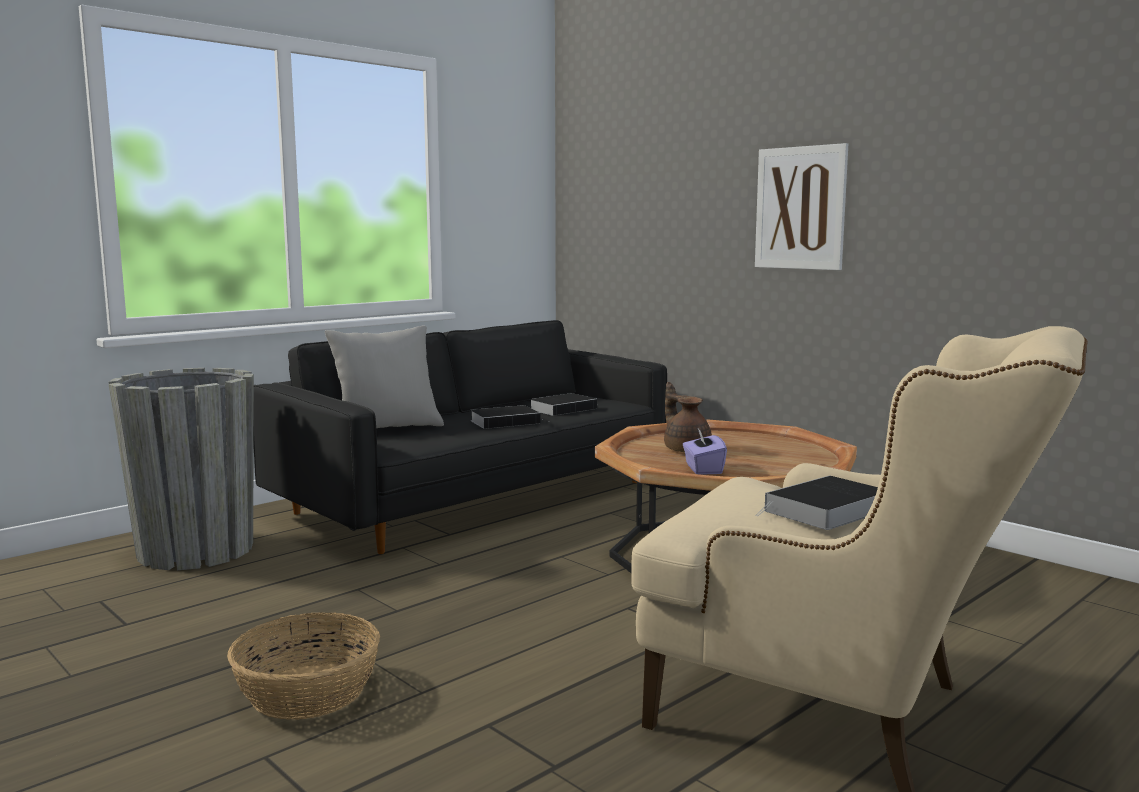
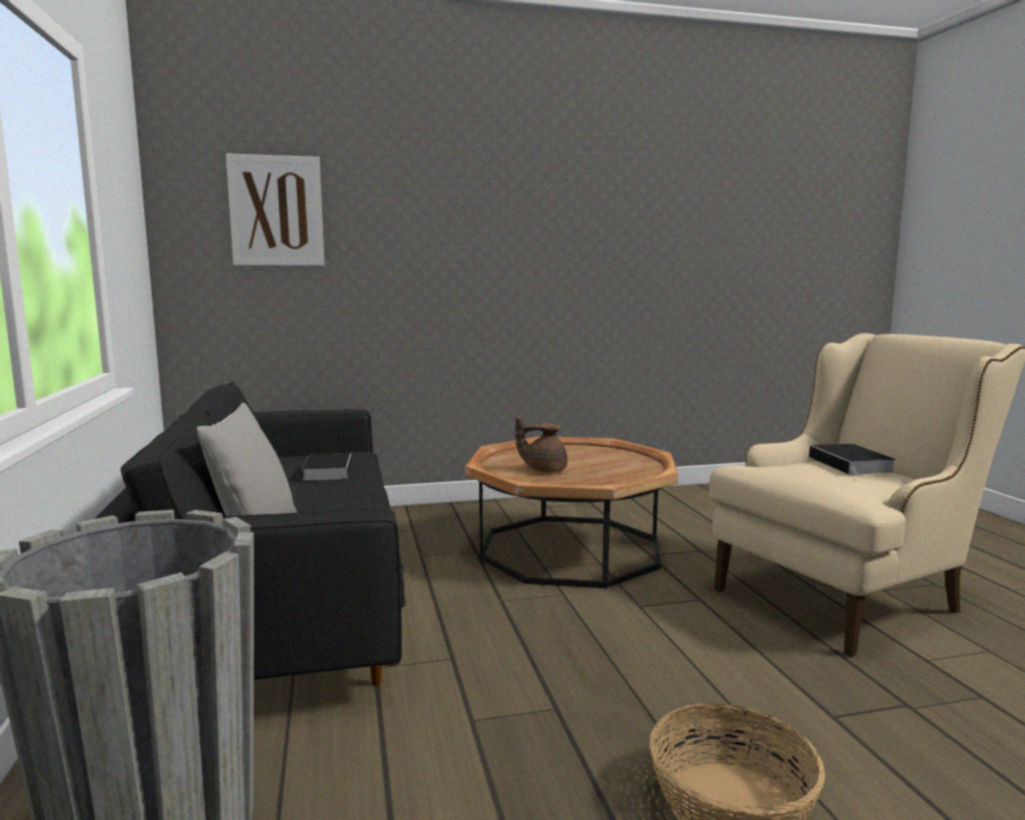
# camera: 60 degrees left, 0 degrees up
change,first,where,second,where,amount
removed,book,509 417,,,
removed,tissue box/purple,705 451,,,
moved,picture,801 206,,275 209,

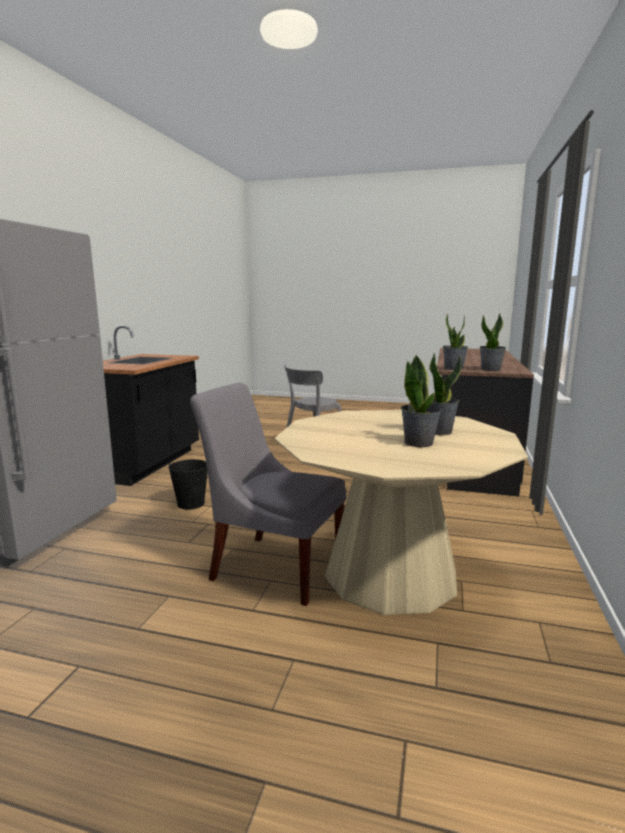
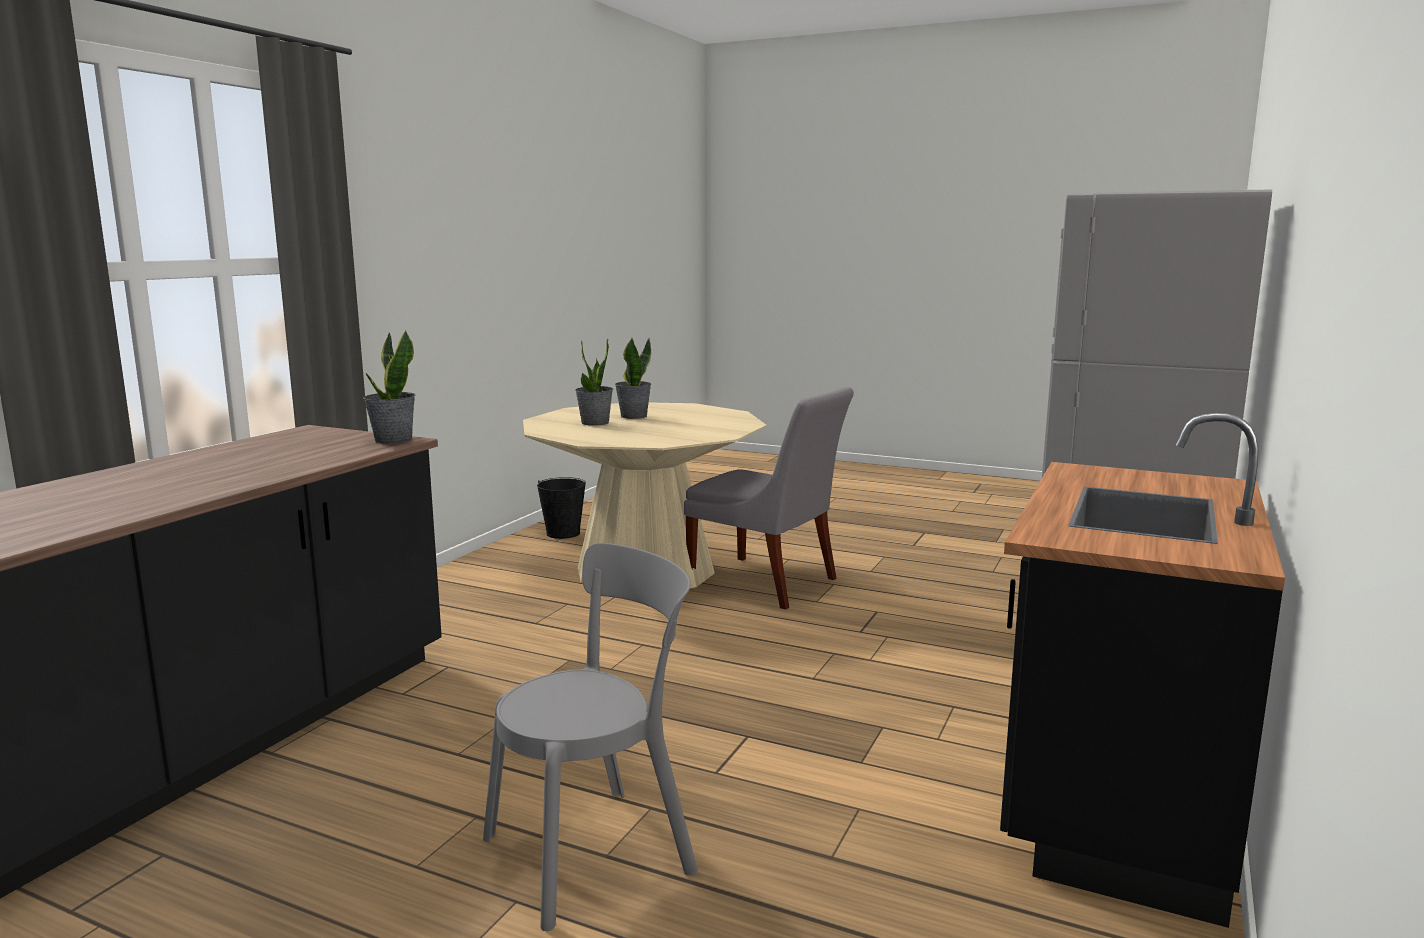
# camera: 170 degrees left, 0 degrees up
change,first,where,second,where,amount
moved,bucket/black,188 484,,561 508,
removed,potted plant,493 342,,,

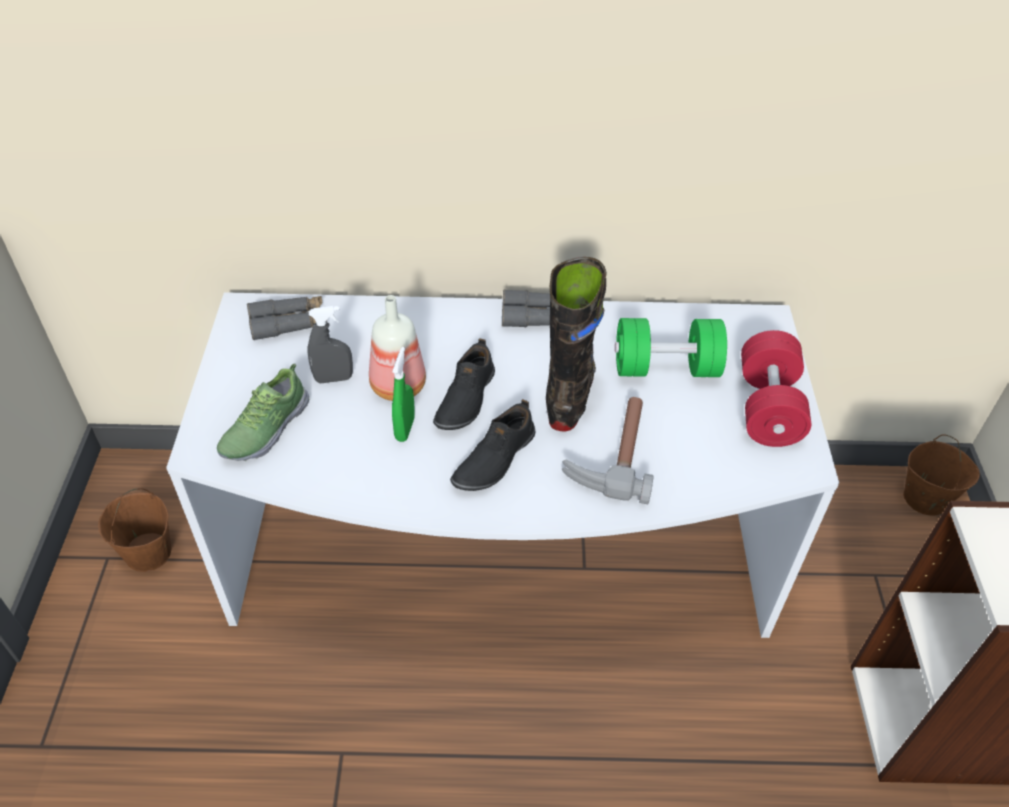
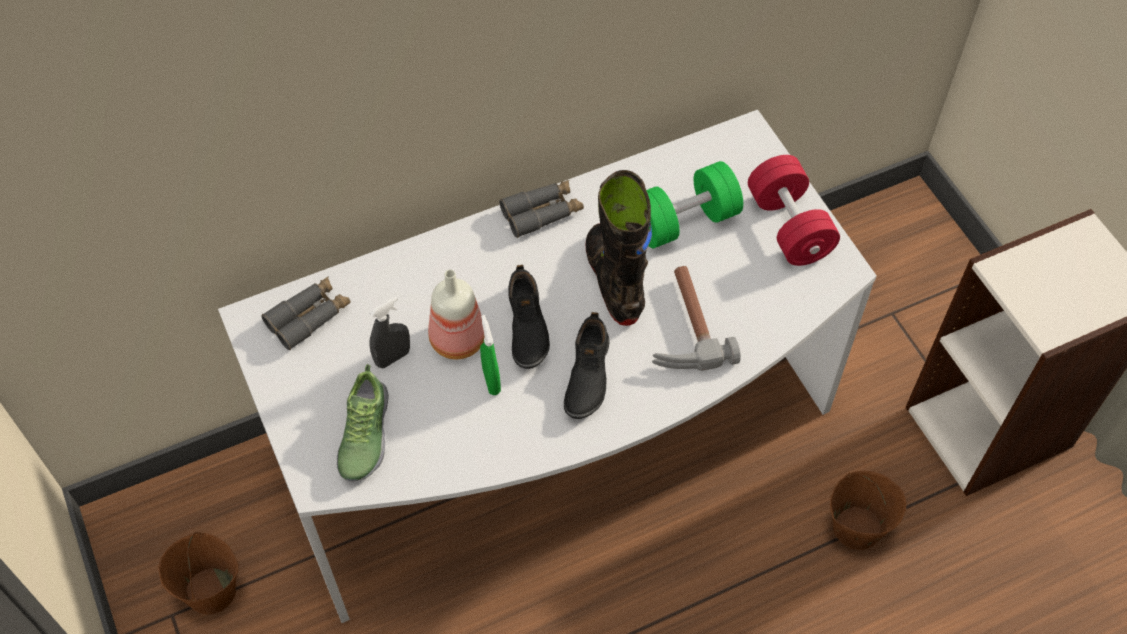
# camera: 25 degrees left, 10 degrees up
change,first,where,second,where,amount
moved,bucket/brown,941 475,,868 510,

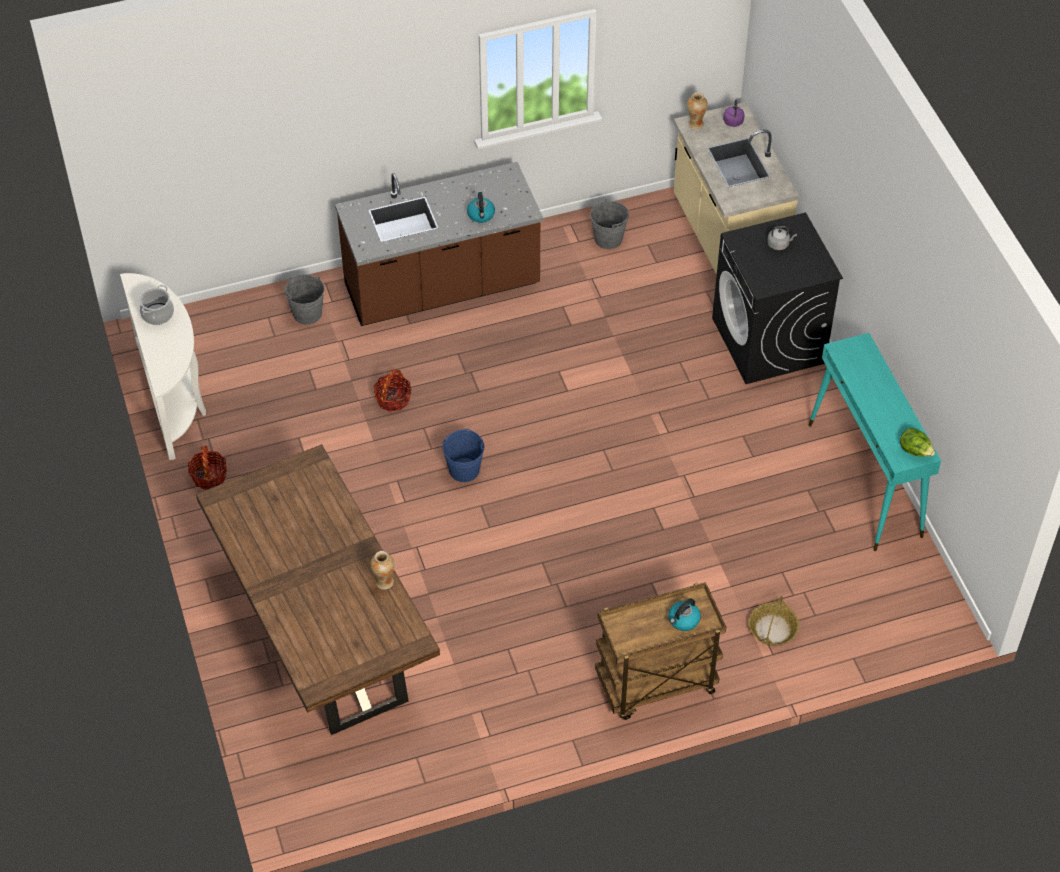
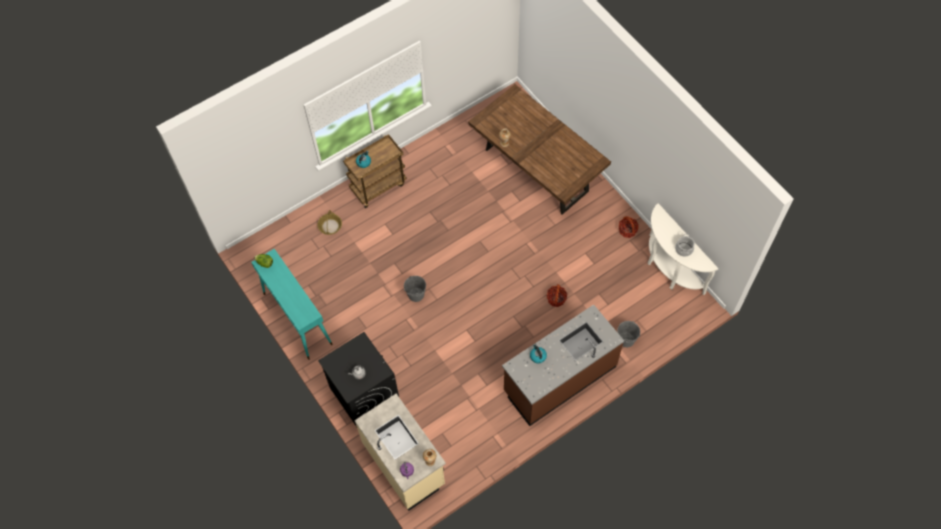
# camera: 165 degrees right, 10 degrees up
change,first,where,second,where,amount
removed,bucket/blue,463 455,,,
moved,bucket/grey,609 224,,415 289,

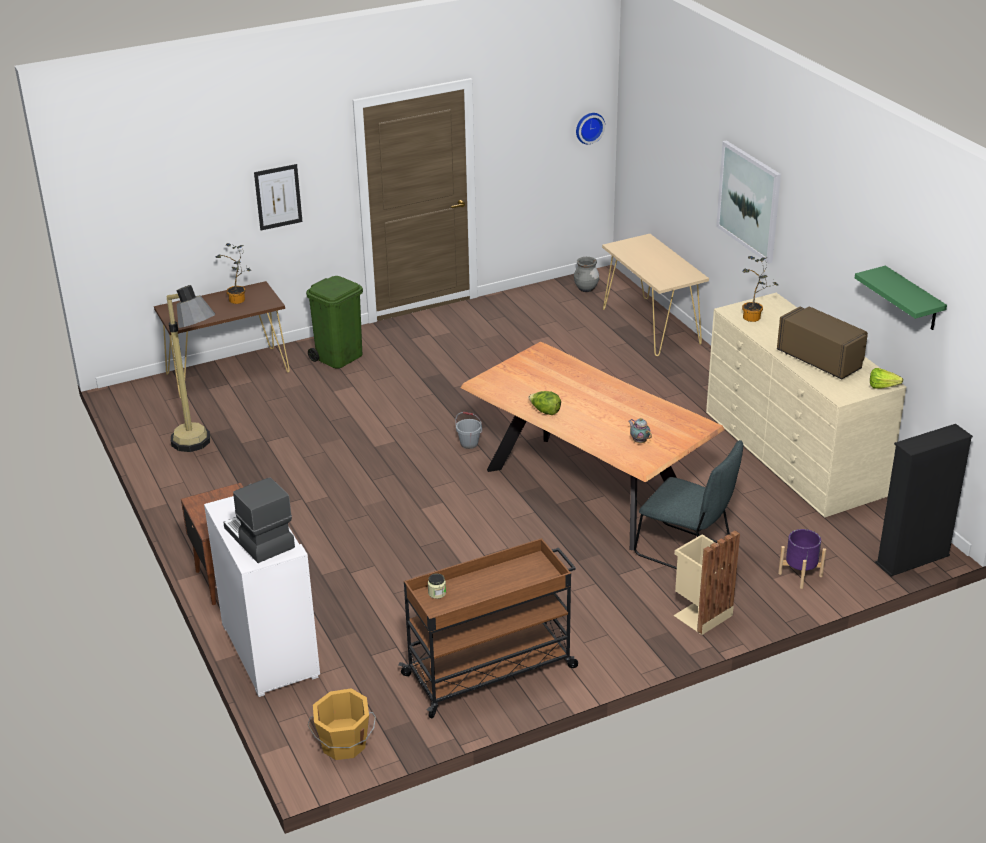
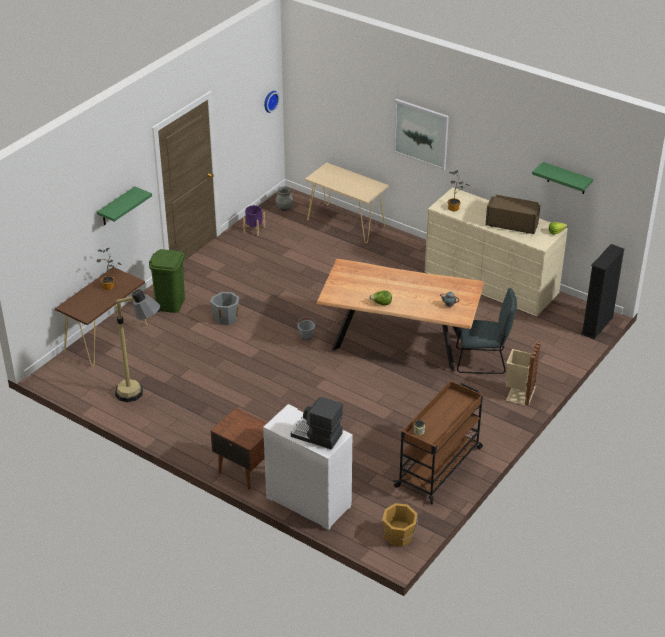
# camera: 30 degrees left, 5 degrees up
change,first,where,second,where,amount
replaced,picture,278 197,shelf/green,124 206,
moved,planter/purple,802 559,,254 220,
added,,,bucket/grey,224 308,

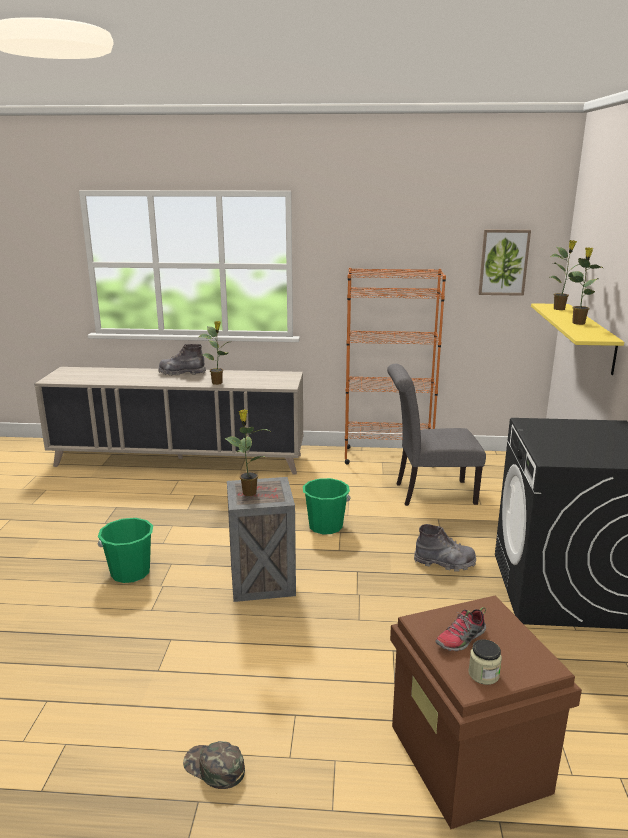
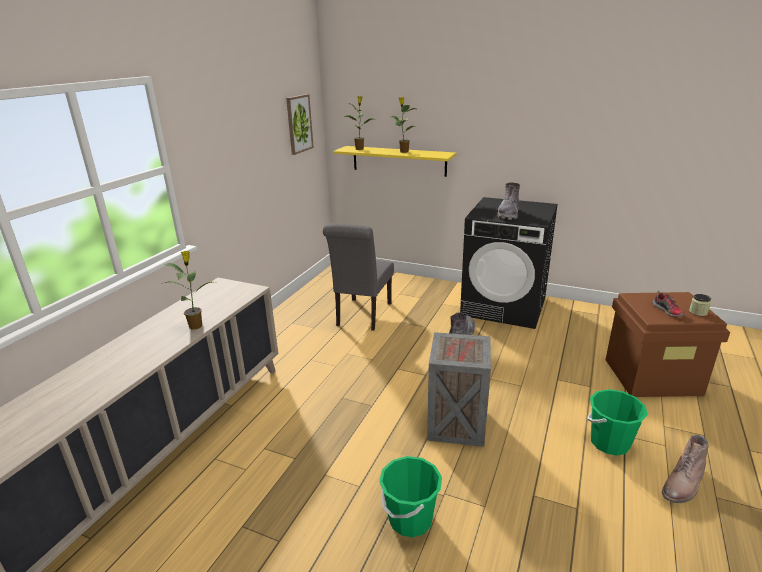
# camera: 70 degrees left, 5 degrees up
change,first,where,second,where,amount
moved,boot/grey,182 360,,508 201,
replaced,cap/green,214 765,boot/brown,685 469,
removed,potted plant,246 452,,,
moved,bucket/green,327 506,,617 422,
removed,bookcase/orange,395 366,,,

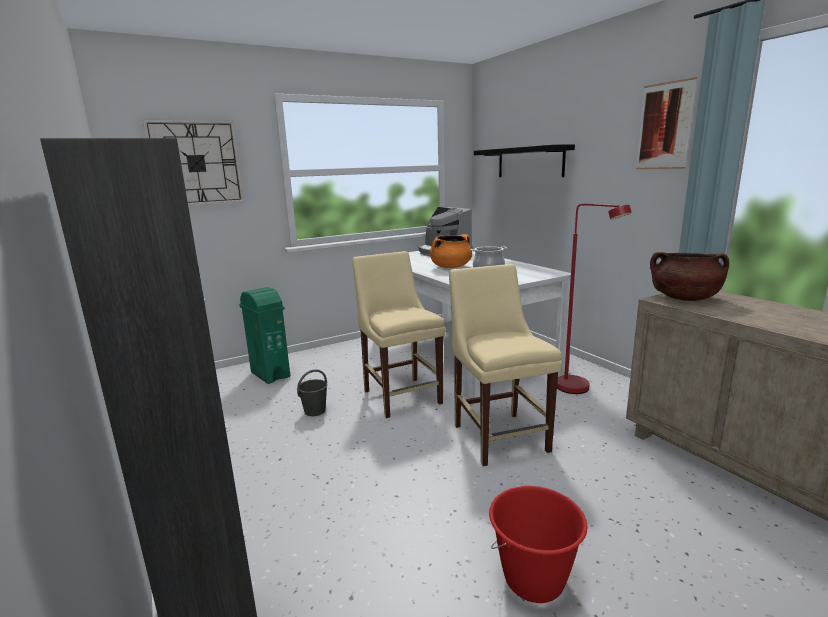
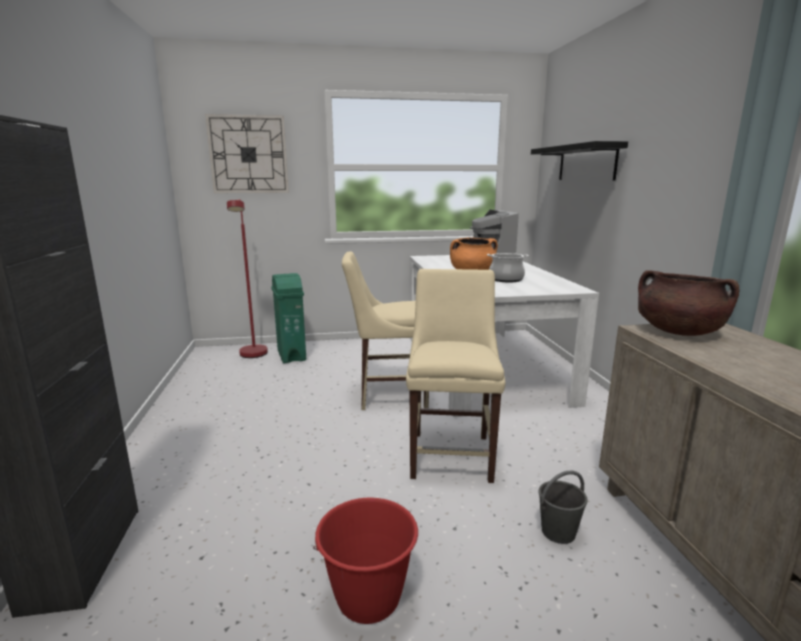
# camera: 20 degrees right, 0 degrees up
change,first,where,second,where,amount
moved,bucket/grey,312 392,,563 507,
turned,chair/beige,399 334,,385 330,90 degrees counterclockwise
moved,floor lamp/red,594 299,,247 278,
removed,picture,666 123,,,

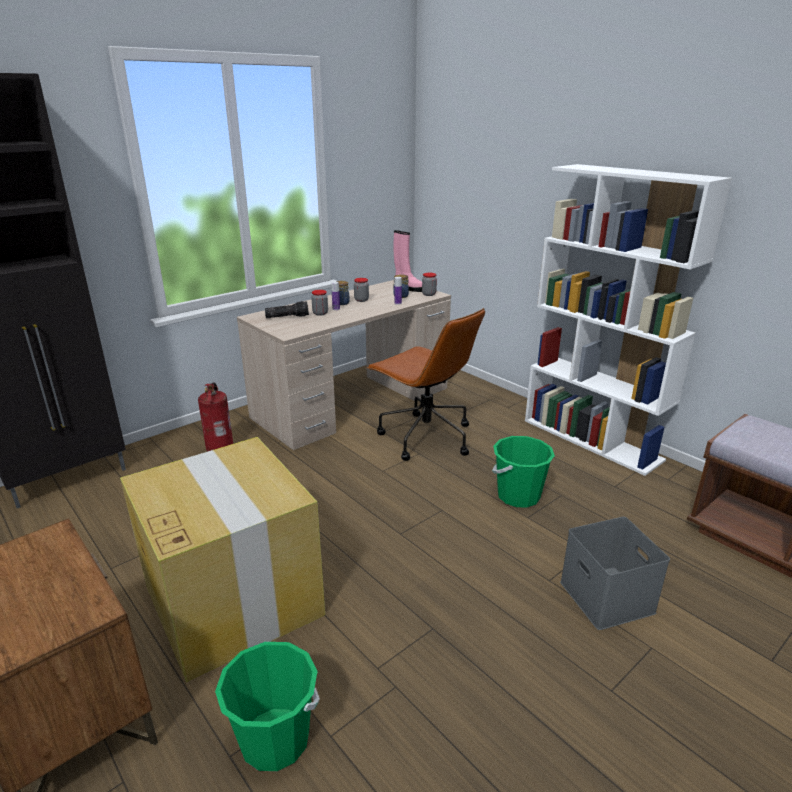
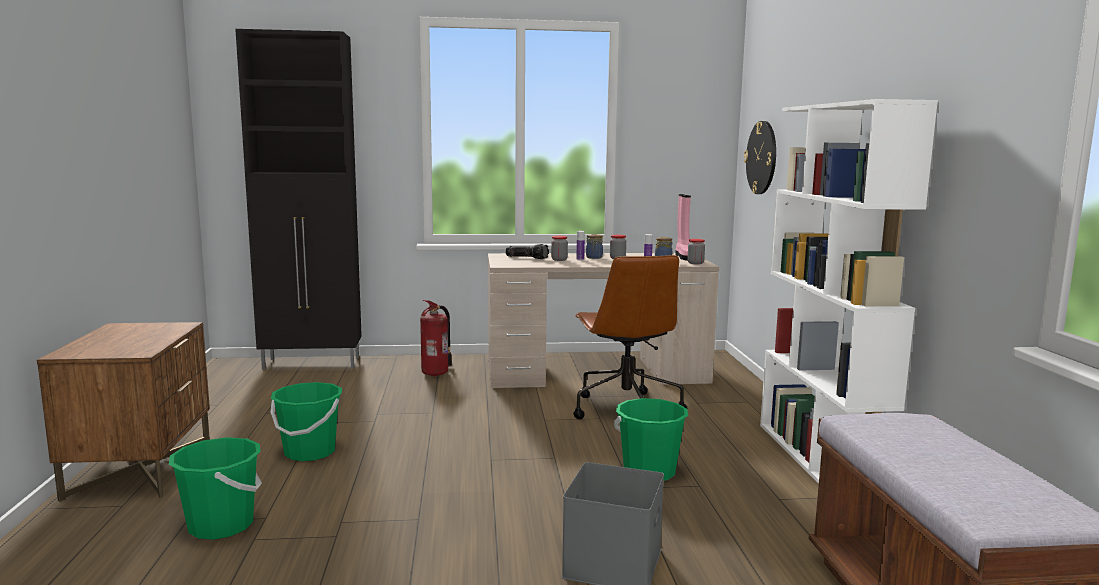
# camera: 35 degrees right, 15 degrees down
change,first,where,second,where,amount
replaced,cardboard box,222 559,bucket/green,306 421,
added,,,wall clock,760 157,

